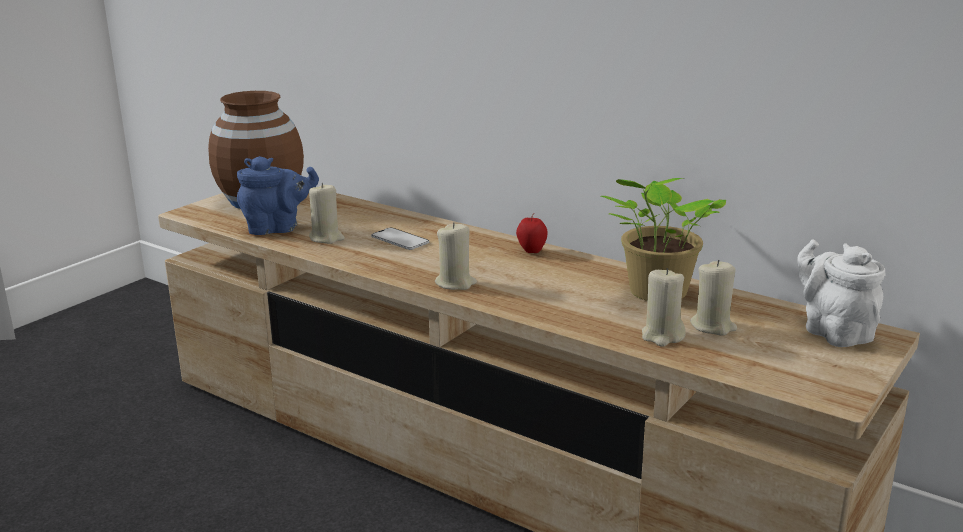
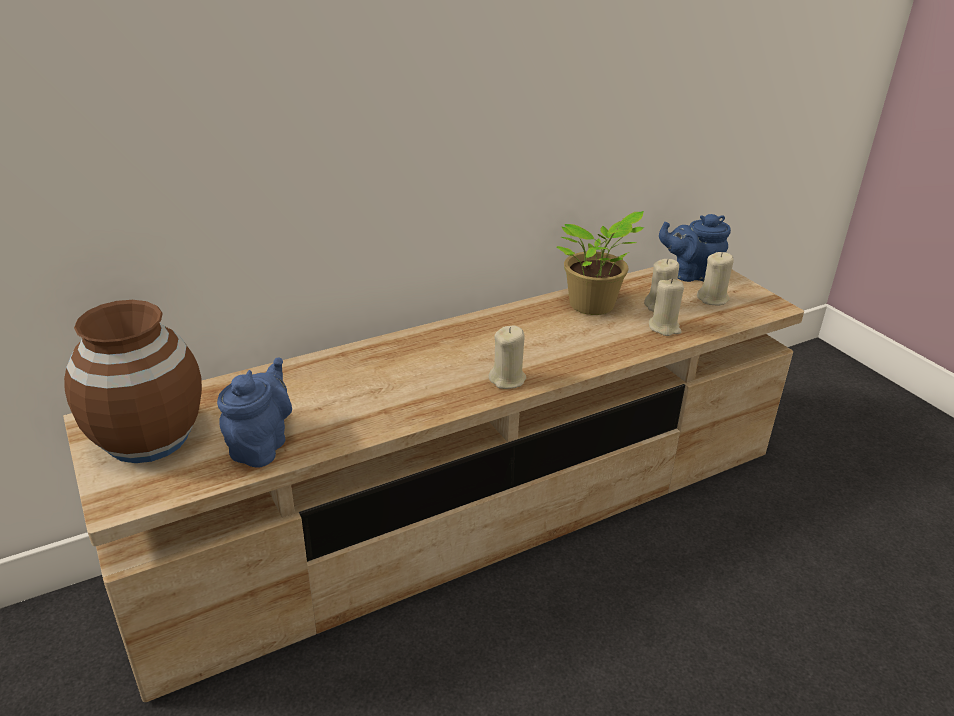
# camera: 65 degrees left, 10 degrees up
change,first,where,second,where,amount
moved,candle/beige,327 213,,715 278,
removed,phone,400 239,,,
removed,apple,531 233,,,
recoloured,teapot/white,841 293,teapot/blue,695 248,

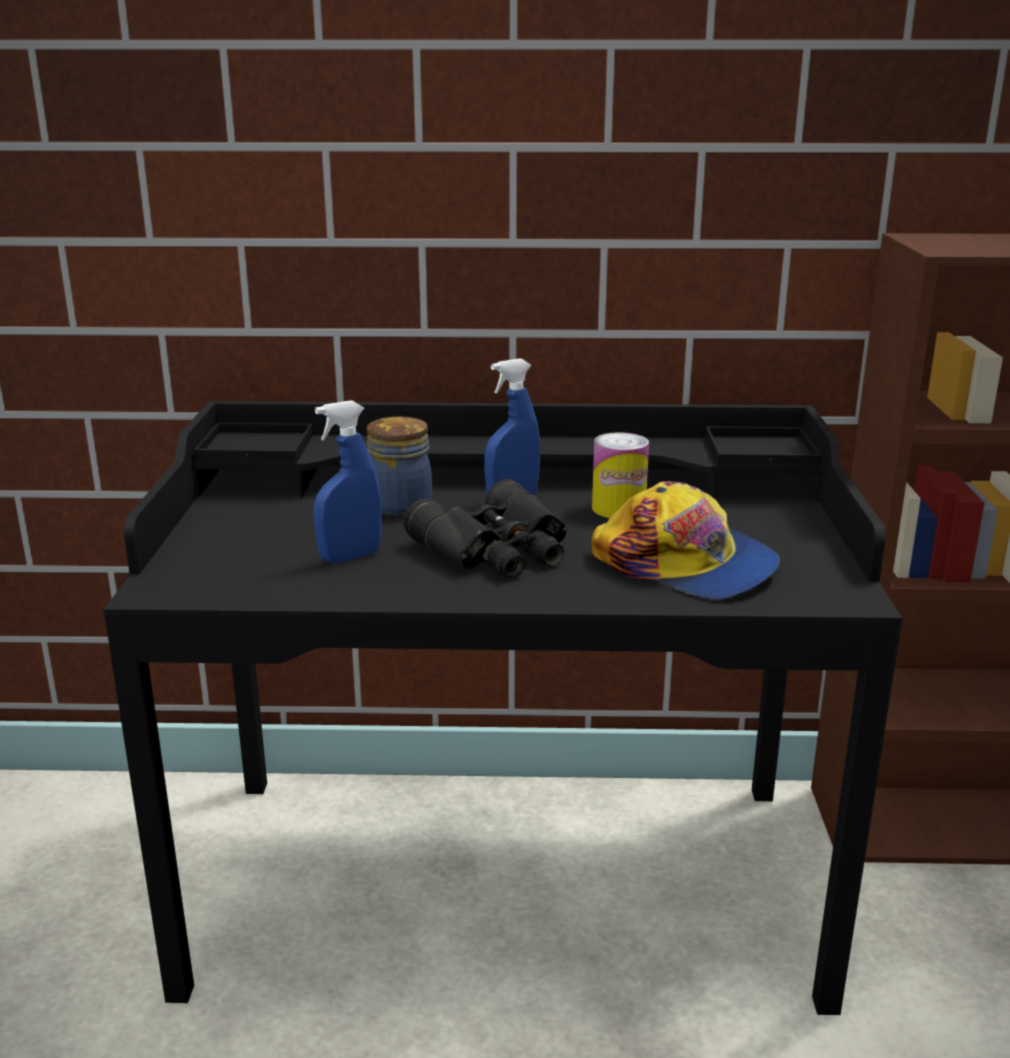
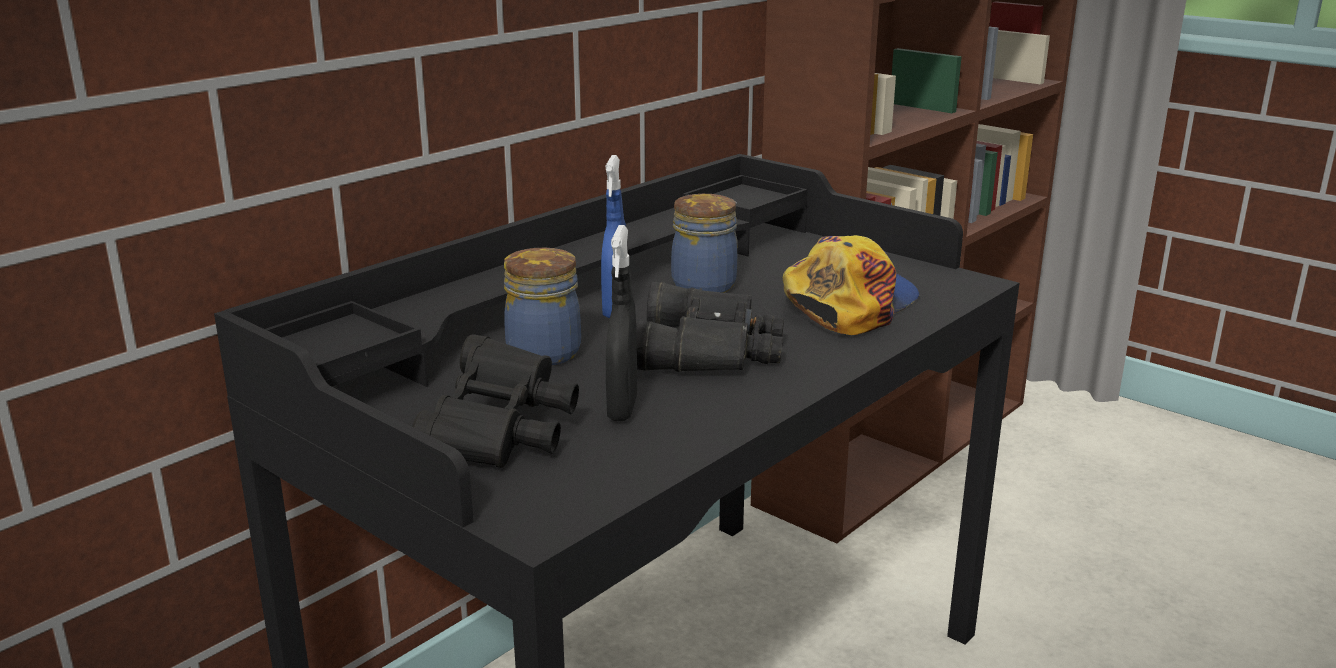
# camera: 50 degrees left, 0 degrees up
change,first,where,second,where,amount
recoloured,spray bottle/blue,347 482,spray bottle/black,621 323,
turned,cap,685 540,,851 285,45 degrees counterclockwise
replaced,can,620 475,jar,704 243,
added,,,binoculars/black,495 401,

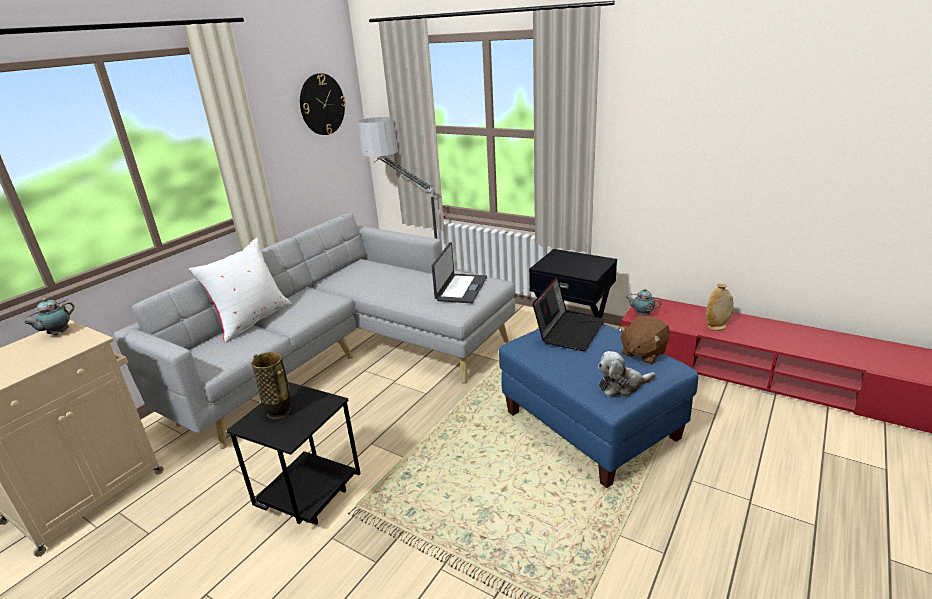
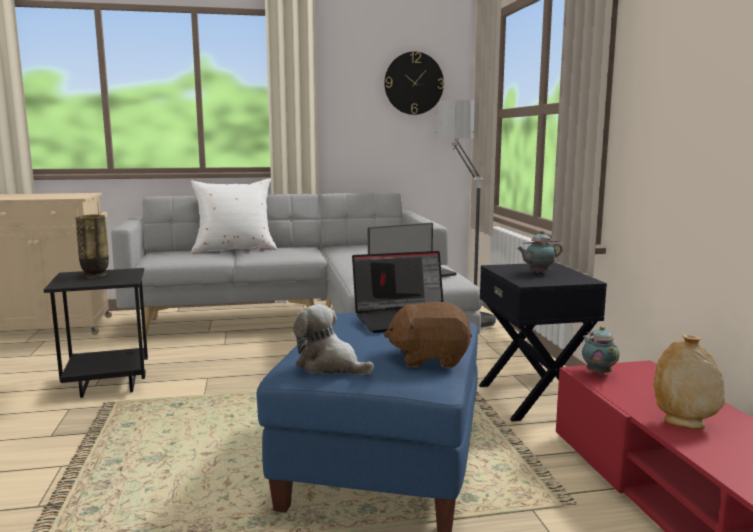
# camera: 45 degrees right, 15 degrees down
change,first,where,second,where,amount
moved,teapot,49 316,,540 252,

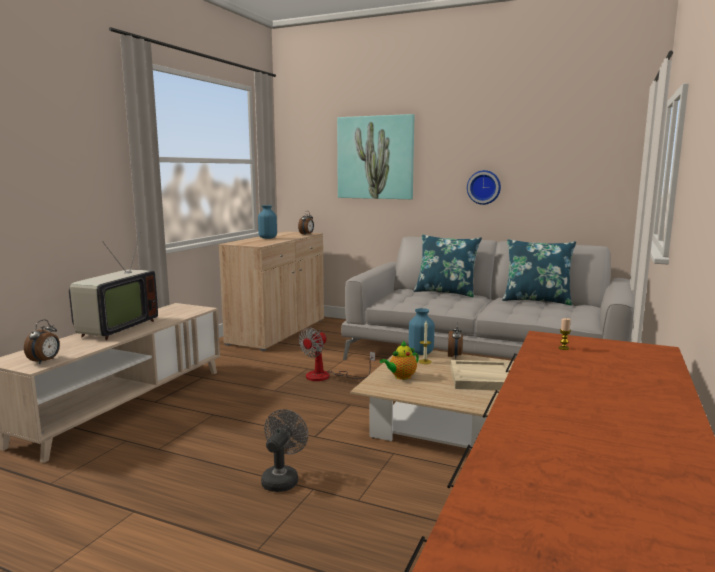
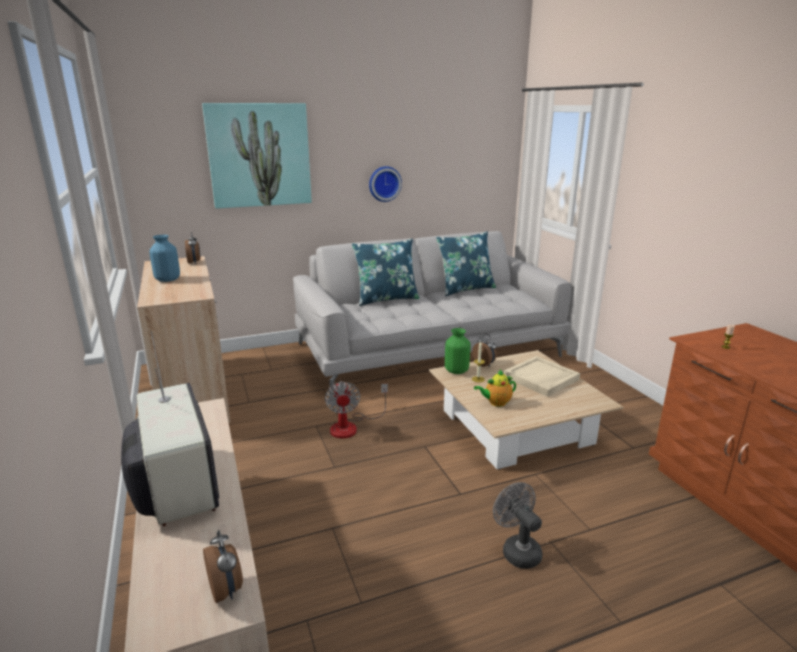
# camera: 45 degrees left, 10 degrees up
change,first,where,second,where,amount
turned,teapot,399 360,,495 388,60 degrees clockwise
recoloured,vase/blue,422 331,vase/green,457 351,

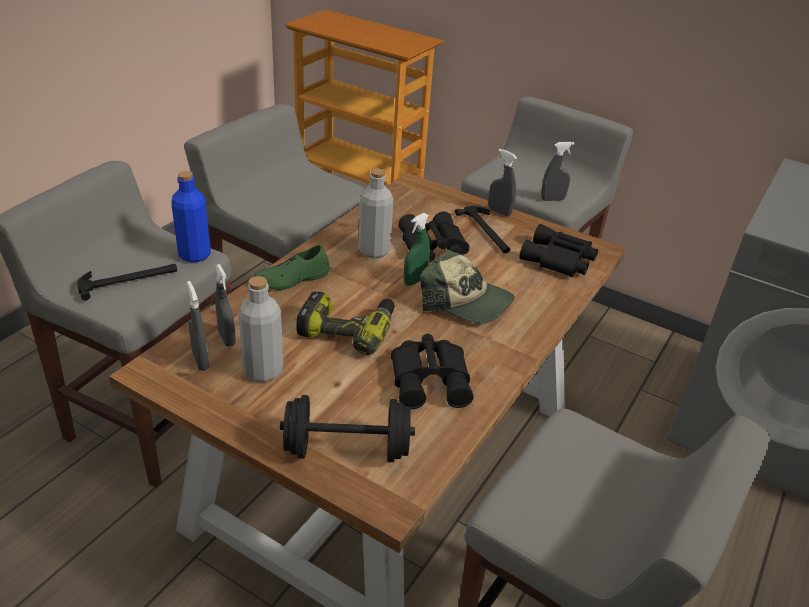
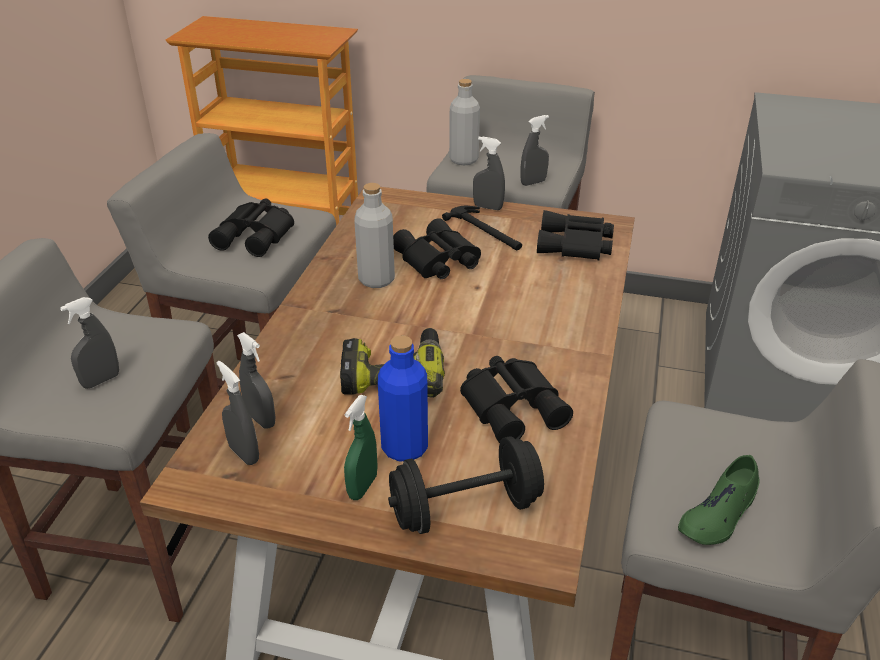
# camera: 15 degrees left, 0 degrees up
change,first,where,second,where,amount
replaced,hammer,127 282,spray bottle/grey,89 343,
moved,bottle/blue,191 216,,403 398,
moved,bottle/grey,260 329,,464 122,
moved,shoe/green,291 267,,718 500,
moved,spray bottle/green,417 249,,361 447,
removed,cap,467 287,,,
added,,,binoculars/black,251 227,

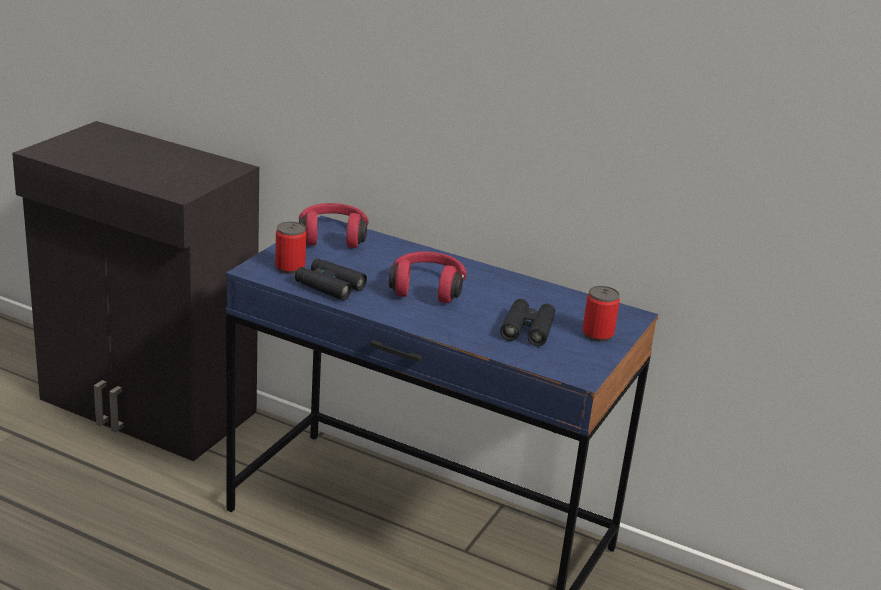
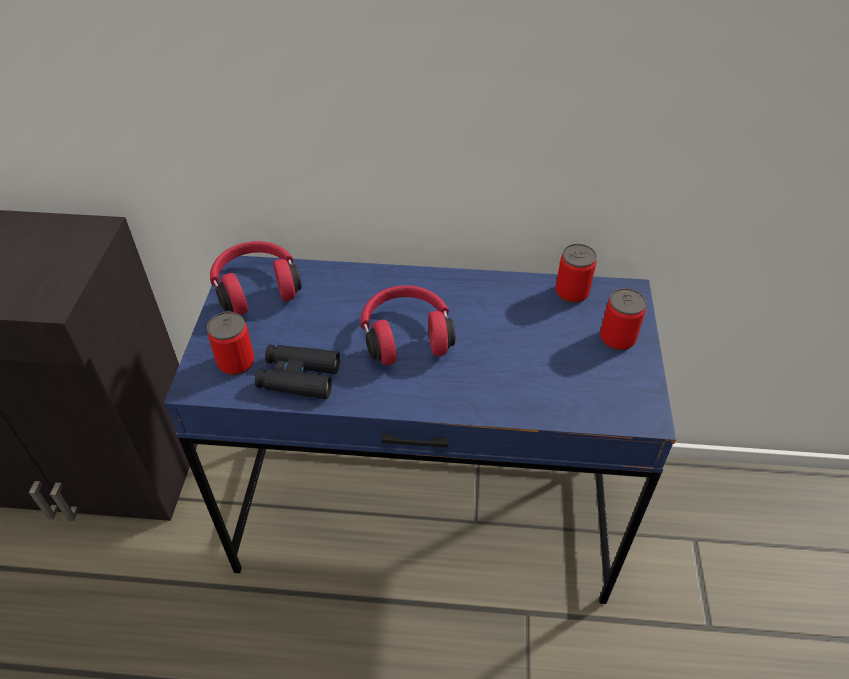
# camera: 20 degrees left, 20 degrees up
change,first,where,second,where,amount
removed,binoculars/black,527 322,,,
added,,,can,576 274,

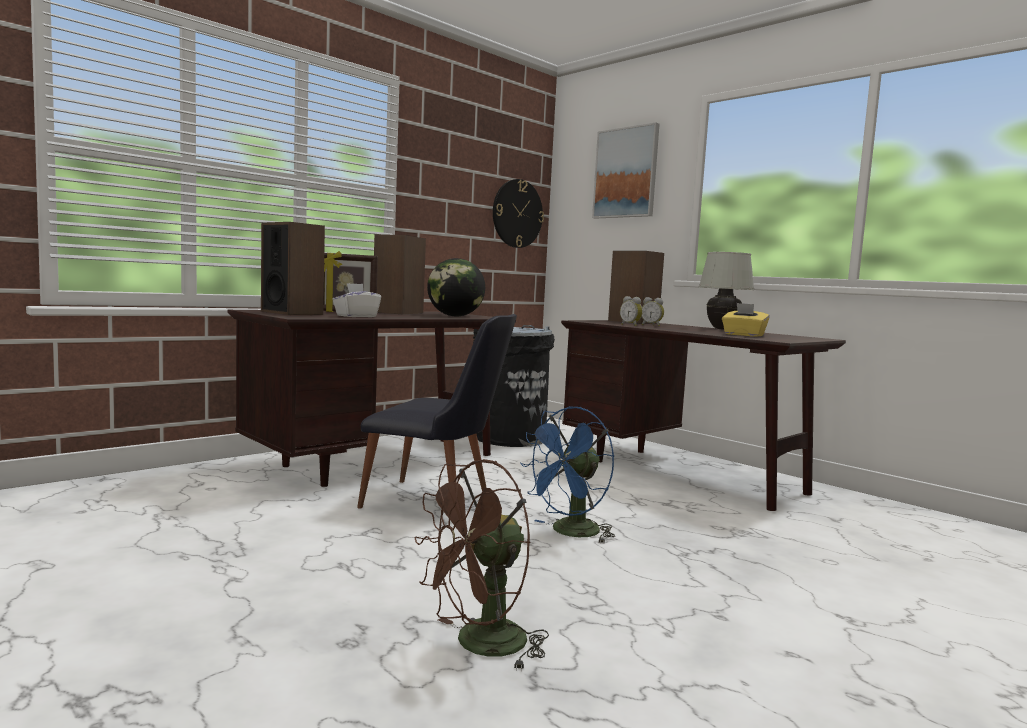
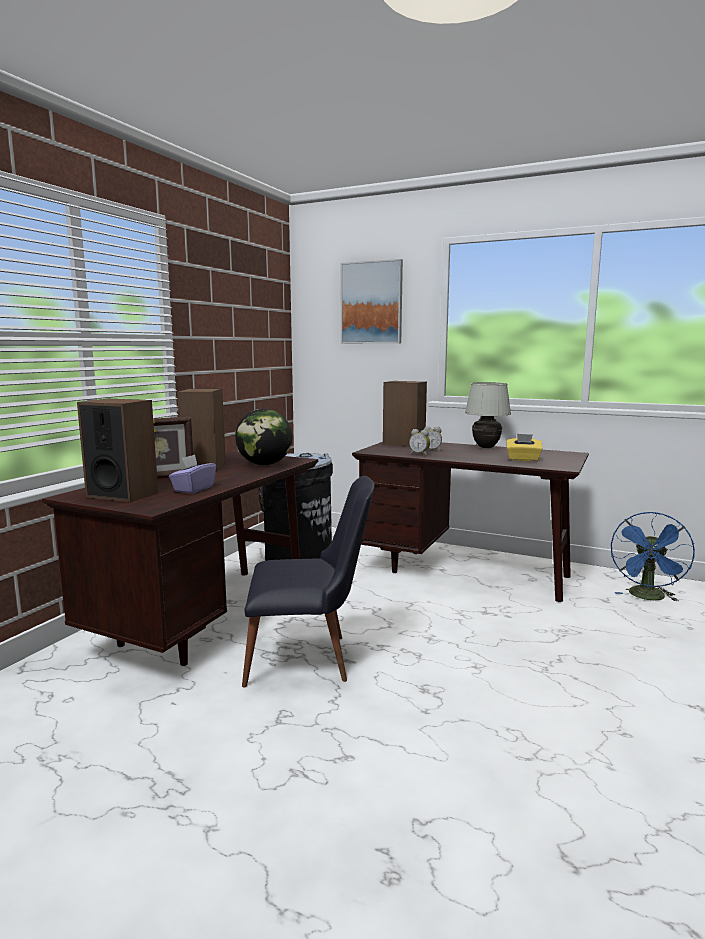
# camera: 20 degrees left, 5 degrees up
change,first,where,second,where,amount
recoloured,tissue box/white,356 300,tissue box/purple,192 474,
removed,fan/brown,481 565,,,
removed,wall clock,518 213,,,
moved,fan/blue,567 474,,653 556,

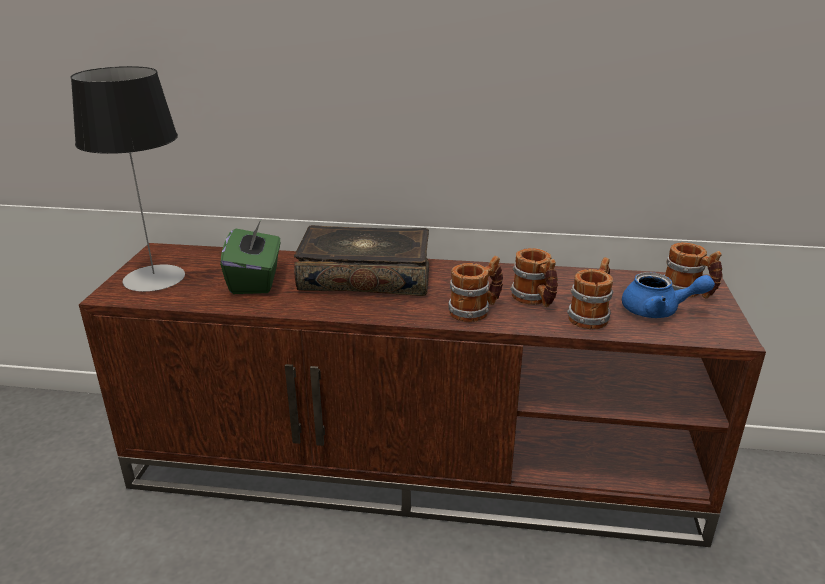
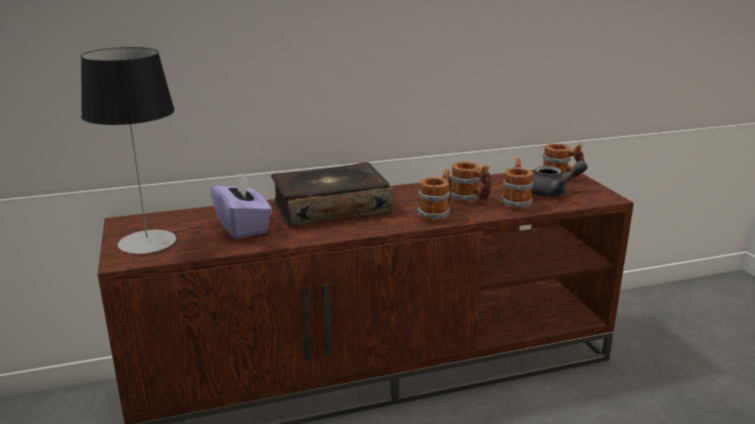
# camera: 25 degrees left, 5 degrees down
change,first,where,second,where,amount
recoloured,tissue box/green,250 257,tissue box/purple,241 205,
recoloured,teapot/blue,668 295,teapot/grey,559 178,

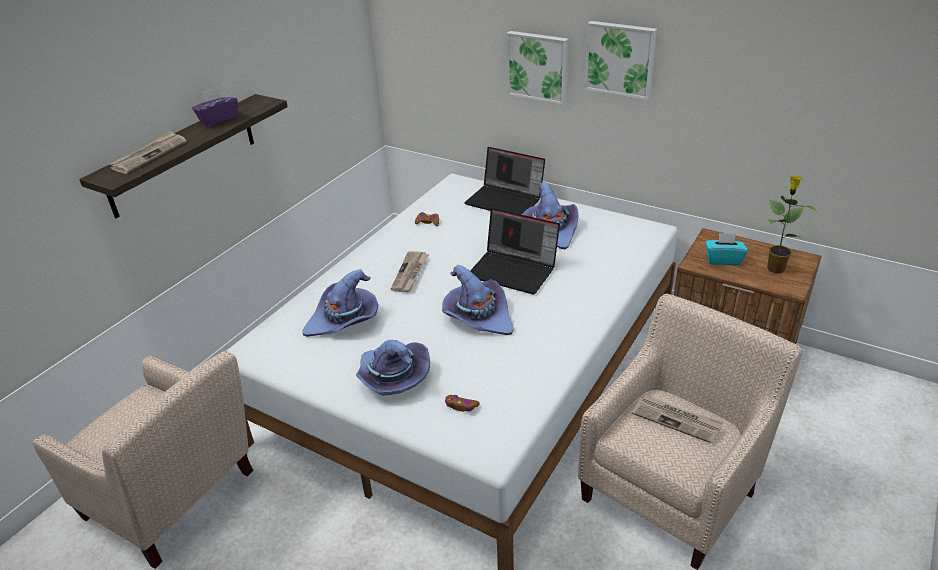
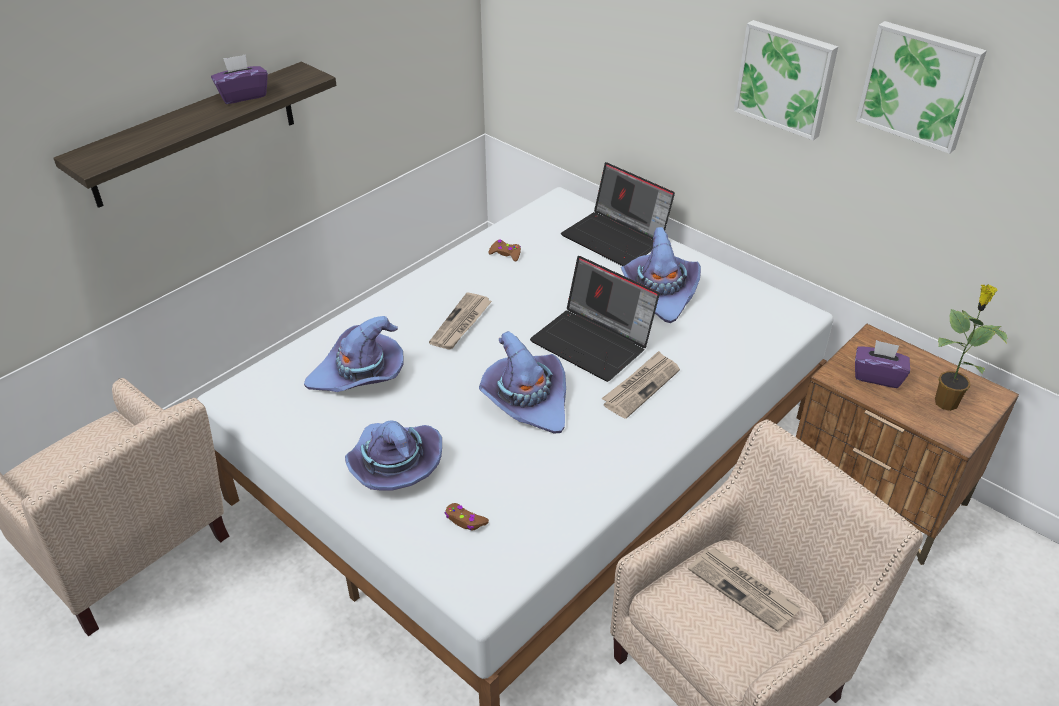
# camera: 10 degrees right, 5 degrees up
change,first,where,second,where,amount
moved,newspaper,148 152,,640 385,
moved,picture,537 68,,921 87,
recoloured,tissue box/turquoise,726 249,tissue box/purple,882 364,

